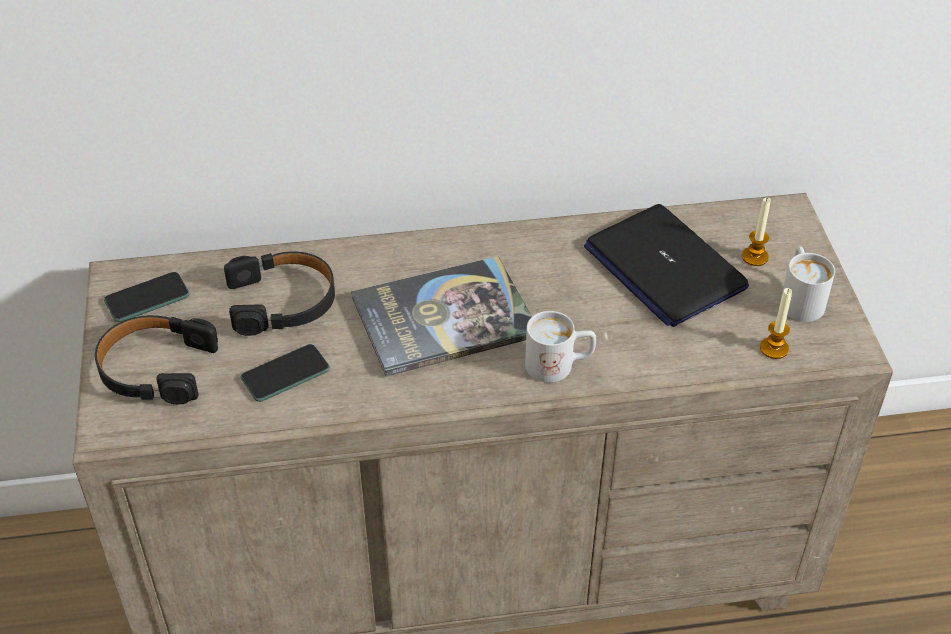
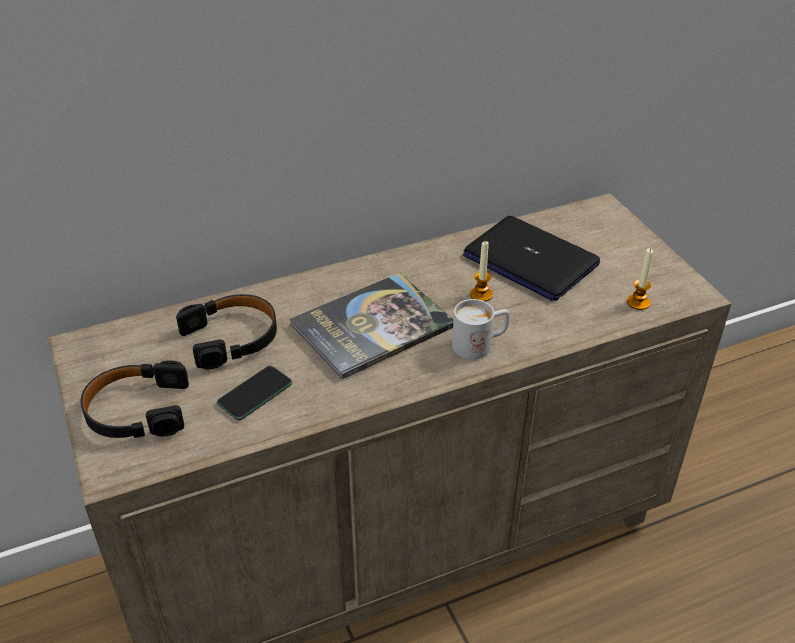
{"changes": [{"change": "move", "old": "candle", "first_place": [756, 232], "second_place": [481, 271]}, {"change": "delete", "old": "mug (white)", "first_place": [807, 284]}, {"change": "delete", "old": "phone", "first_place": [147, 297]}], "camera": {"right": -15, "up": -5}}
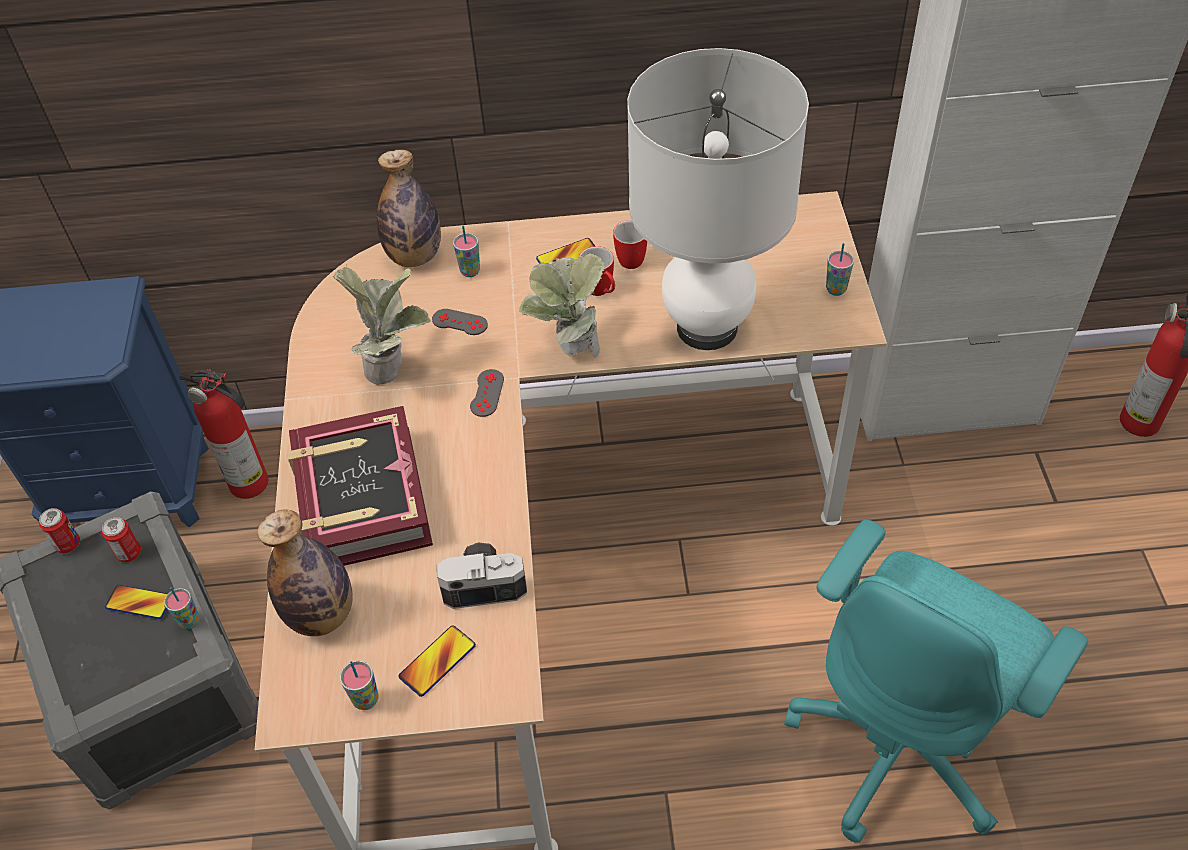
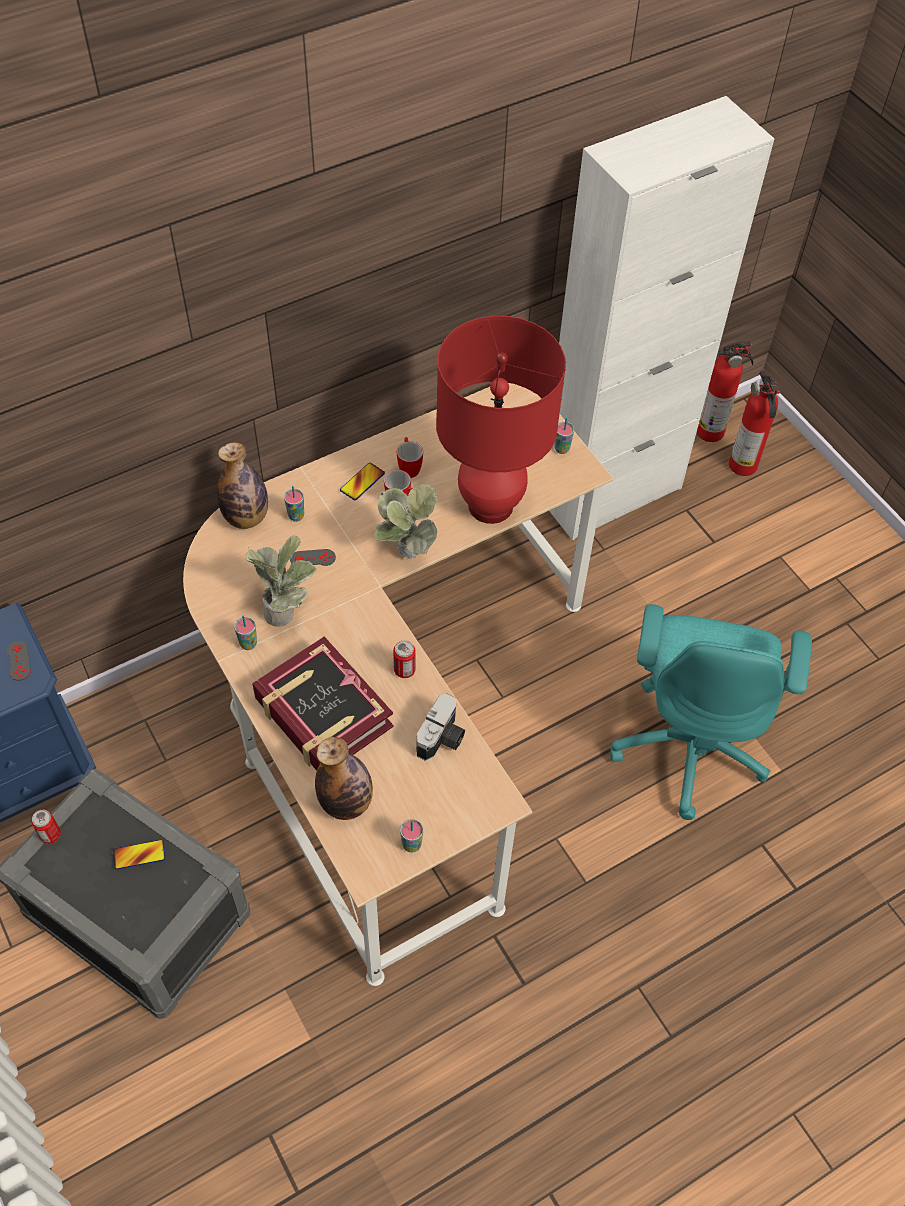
{"changes": [{"change": "recolor", "old": "table lamp (white)", "new": "table lamp (red)", "first_place": [718, 199], "second_place": [501, 420]}, {"change": "move", "old": "fire extinguisher", "first_place": [223, 434], "second_place": [725, 391]}, {"change": "move", "old": "game controller (grey)", "first_place": [487, 393], "second_place": [19, 661]}, {"change": "move", "old": "can", "first_place": [121, 539], "second_place": [404, 659]}, {"change": "rotate", "old": "photo camera", "first_place": [482, 576], "second_place": [440, 727], "degrees": 150}, {"change": "move", "old": "cup", "first_place": [182, 608], "second_place": [245, 633]}, {"change": "delete", "old": "phone", "first_place": [437, 661]}], "camera": {"right": -30, "up": 5}}
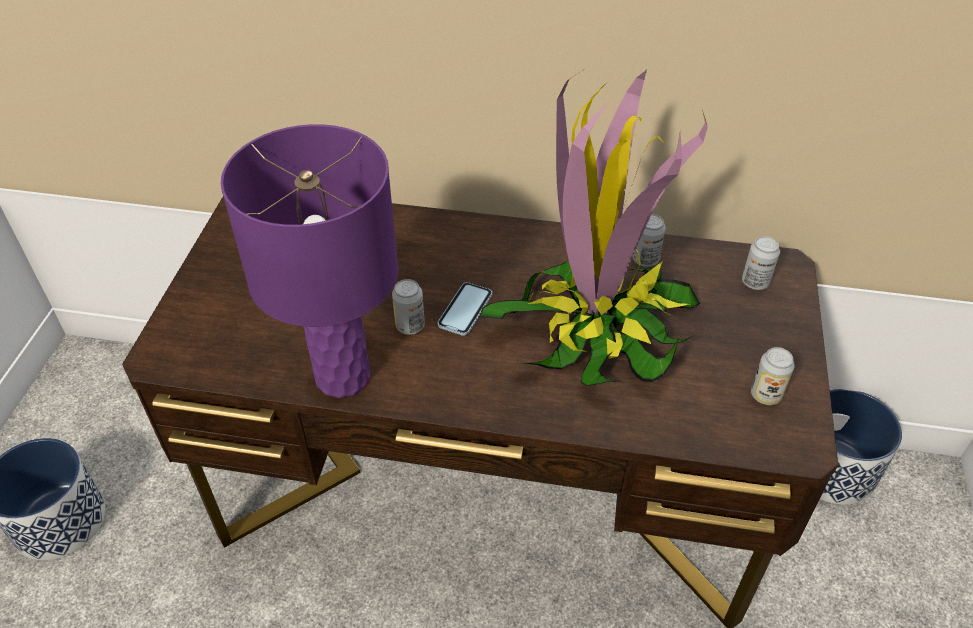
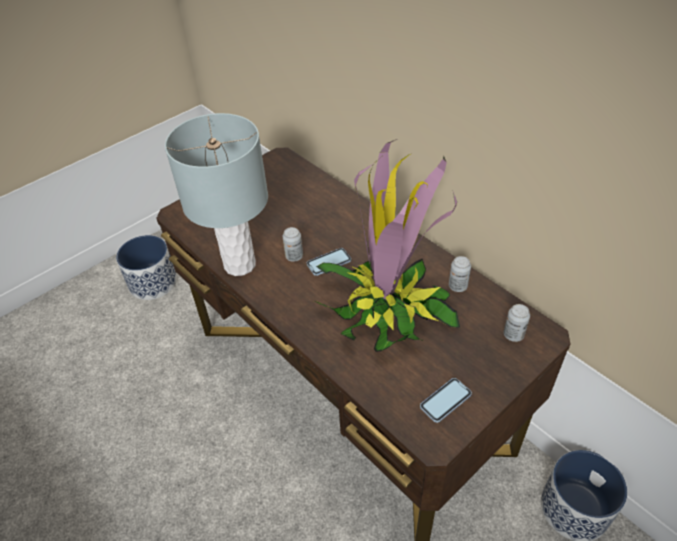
{"changes": [{"change": "recolor", "old": "table lamp (purple)", "new": "table lamp (grey)", "first_place": [310, 261], "second_place": [216, 194]}, {"change": "replace", "old": "can", "new": "phone", "first_place": [773, 376], "second_place": [446, 400]}], "camera": {"right": 40, "up": 0}}
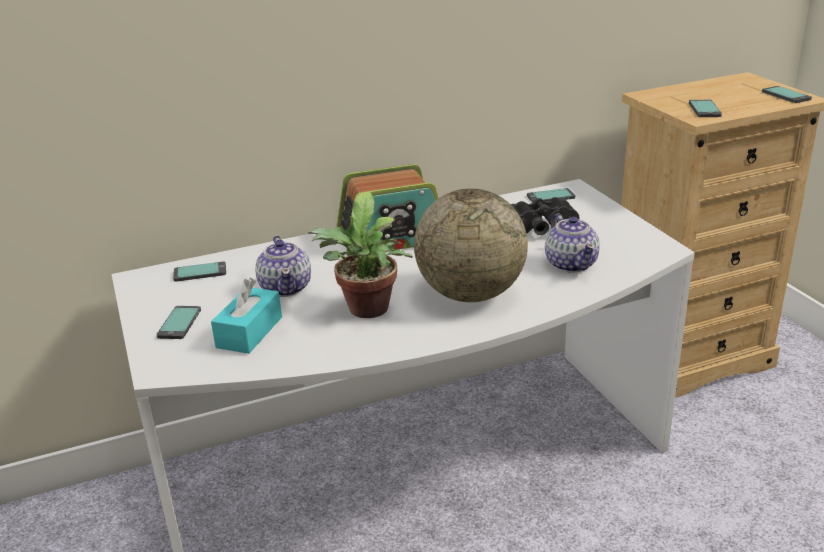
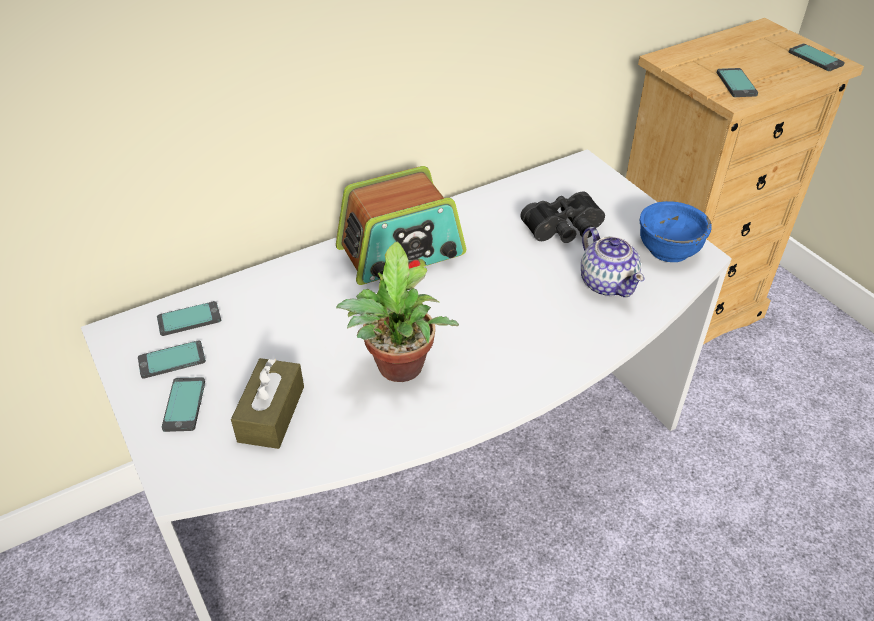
{"changes": [{"change": "delete", "old": "globe", "first_place": [471, 245]}, {"change": "move", "old": "phone", "first_place": [551, 195], "second_place": [172, 359]}, {"change": "delete", "old": "teapot", "first_place": [283, 266]}, {"change": "recolor", "old": "tissue box (turquoise)", "new": "tissue box (brown)", "first_place": [246, 316], "second_place": [267, 403]}, {"change": "insert", "new": "bowl (blue)", "second_place": [676, 231]}], "camera": {"right": -10, "up": 15}}
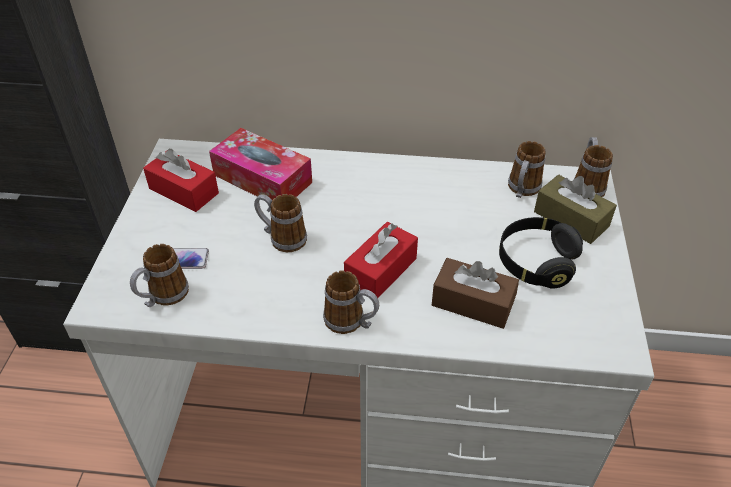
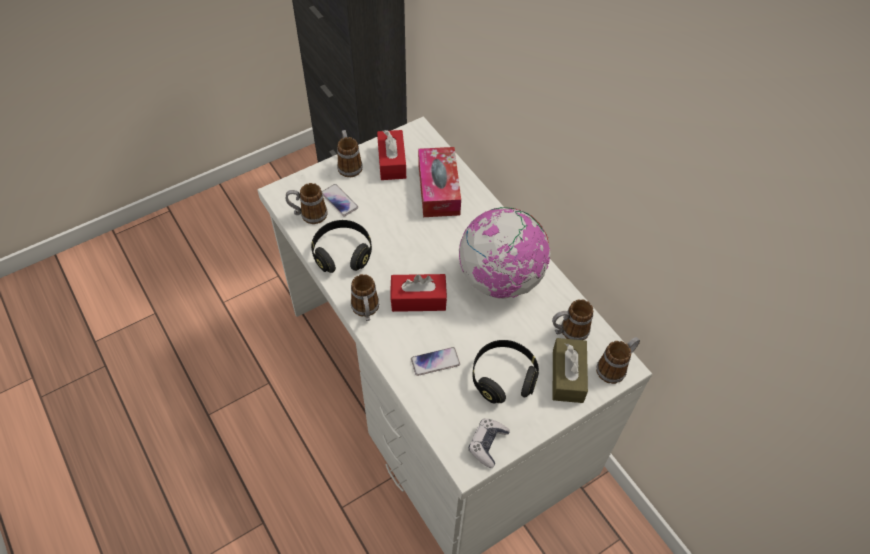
{"changes": [{"change": "move", "old": "mug", "first_place": [280, 223], "second_place": [350, 153]}, {"change": "replace", "old": "tissue box (brown)", "new": "phone", "first_place": [475, 293], "second_place": [435, 361]}, {"change": "insert", "new": "globe", "second_place": [505, 253]}, {"change": "insert", "new": "headphones (black)", "second_place": [341, 246]}, {"change": "insert", "new": "game controller", "second_place": [489, 443]}], "camera": {"right": 50, "up": 10}}
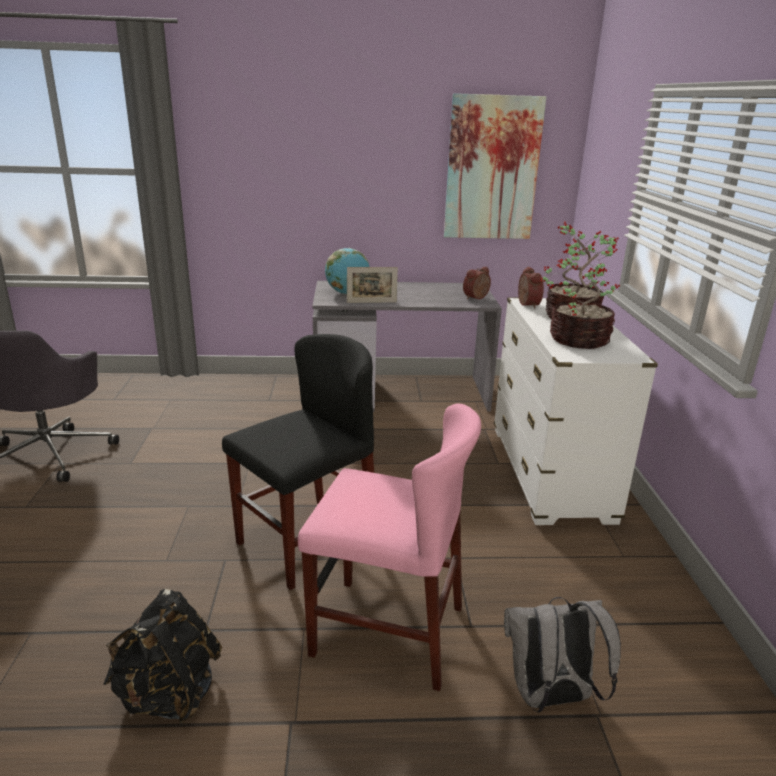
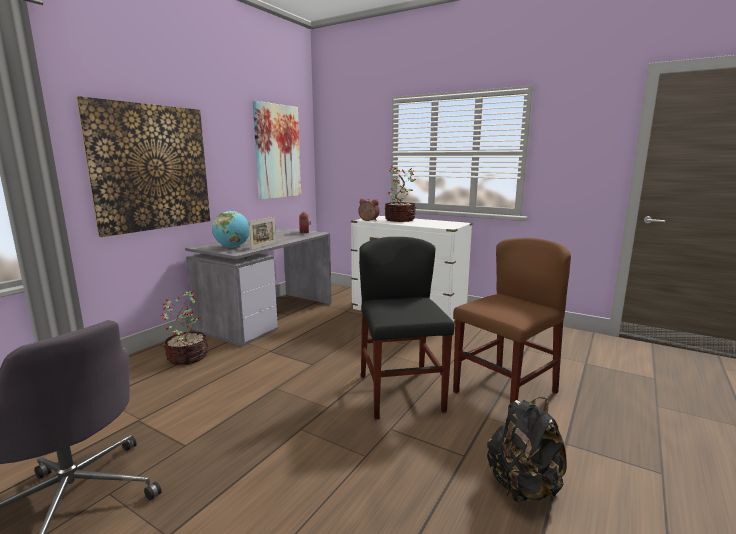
{"changes": [{"change": "move", "old": "potted plant", "first_place": [585, 293], "second_place": [184, 328]}, {"change": "recolor", "old": "chair (pink)", "new": "chair (brown)", "first_place": [389, 547], "second_place": [512, 320]}, {"change": "delete", "old": "backpack (grey)", "first_place": [562, 654]}, {"change": "insert", "new": "picture", "second_place": [143, 166]}], "camera": {"right": -55, "up": -10}}
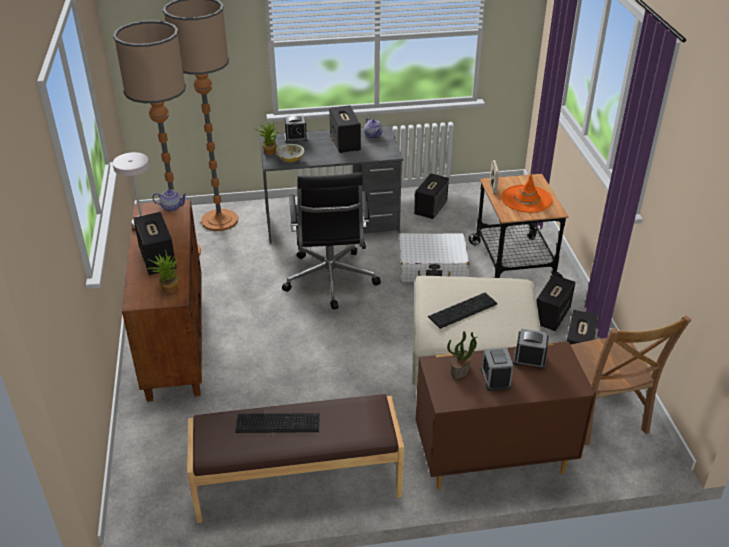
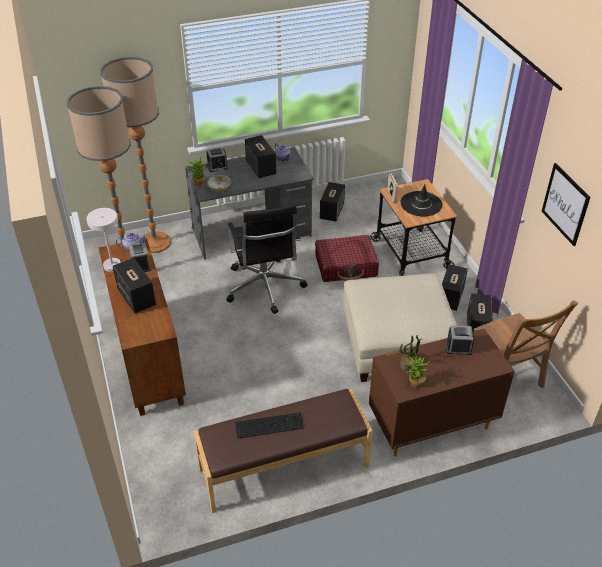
{"changes": [{"change": "recolor", "old": "hat (orange)", "new": "hat (black)", "first_place": [527, 193], "second_place": [421, 200]}, {"change": "recolor", "old": "suitcase (white)", "new": "suitcase (red)", "first_place": [433, 257], "second_place": [347, 258]}, {"change": "move", "old": "potted plant", "first_place": [163, 271], "second_place": [416, 370]}, {"change": "delete", "old": "keyboard", "first_place": [462, 311]}, {"change": "move", "old": "alarm clock", "first_place": [497, 369], "second_place": [140, 257]}, {"change": "insert", "new": "picture", "second_place": [566, 204]}], "camera": {"right": -10, "up": 5}}
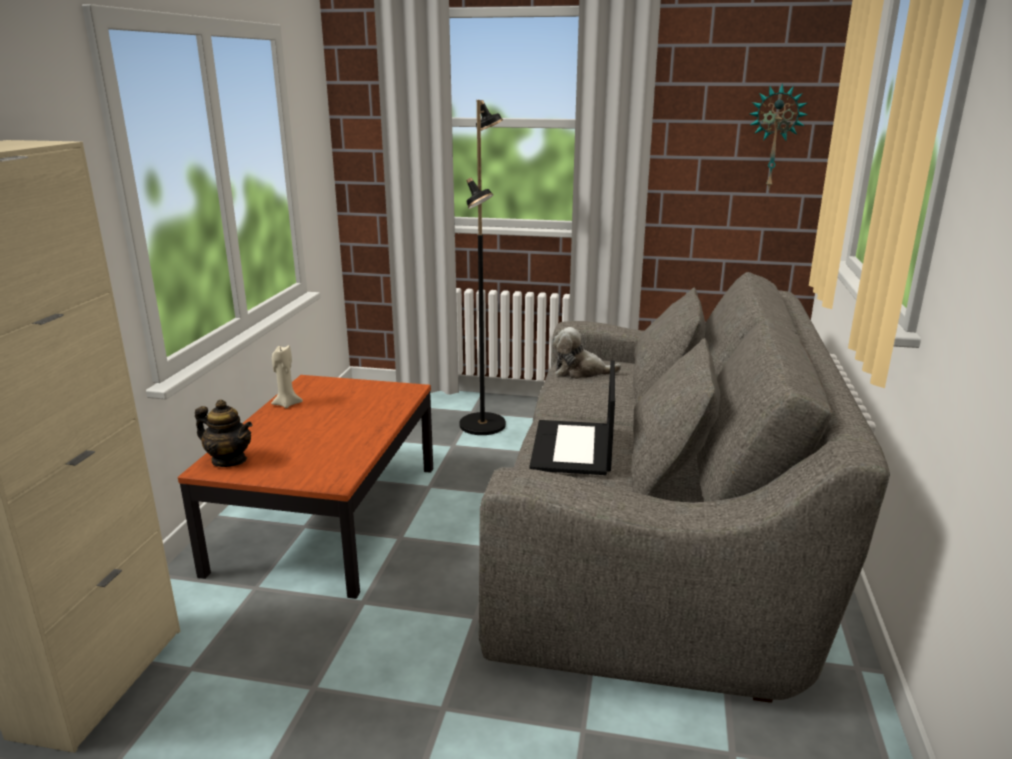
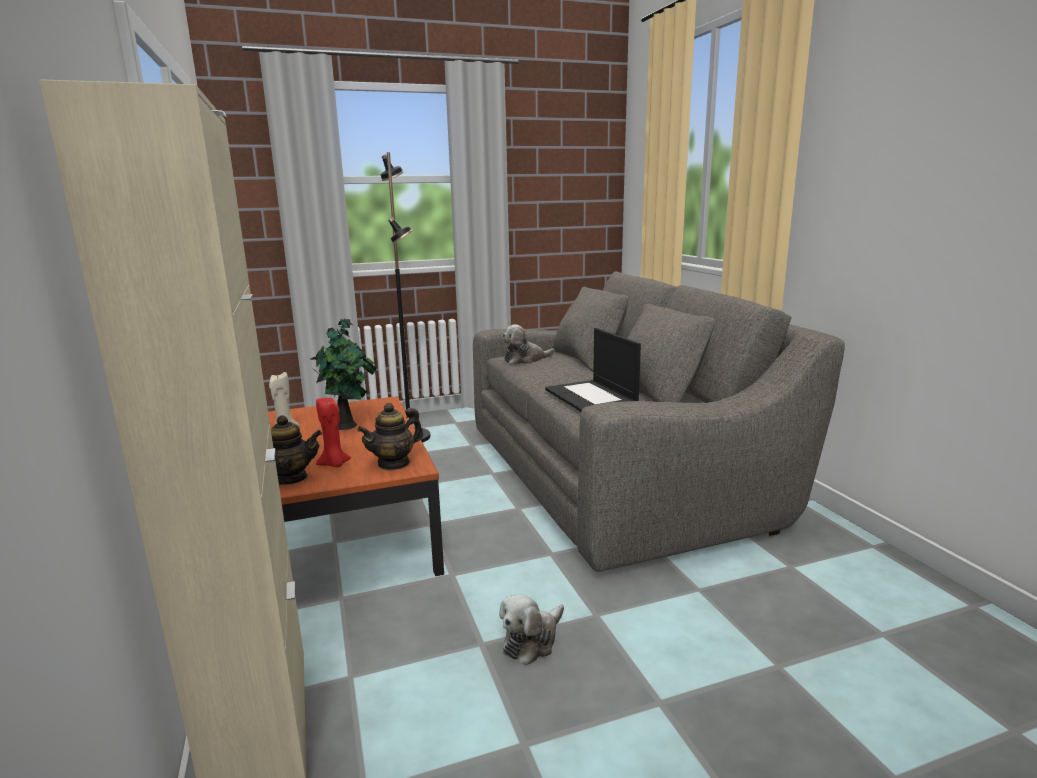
{"changes": [{"change": "delete", "old": "wall clock", "first_place": [779, 136]}, {"change": "insert", "new": "potted plant", "second_place": [344, 374]}, {"change": "insert", "new": "candle (red)", "second_place": [333, 432]}, {"change": "insert", "new": "teapot", "second_place": [390, 437]}, {"change": "insert", "new": "plush toy", "second_place": [531, 629]}], "camera": {"right": -30, "up": -5}}
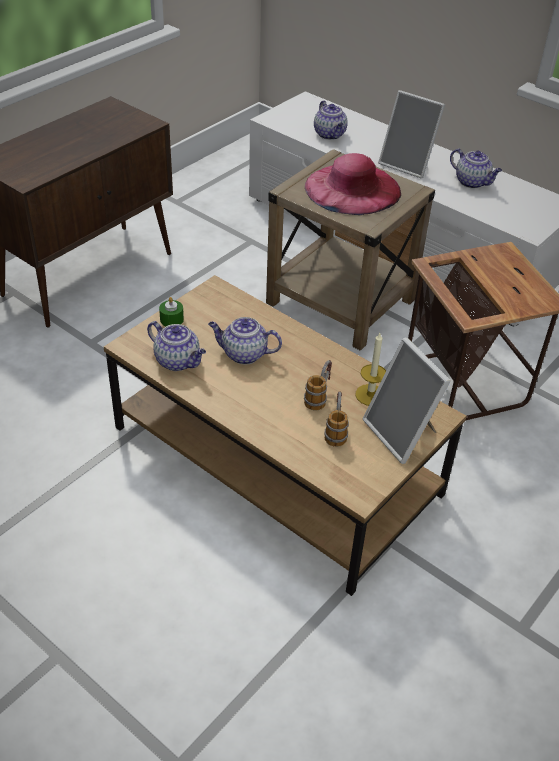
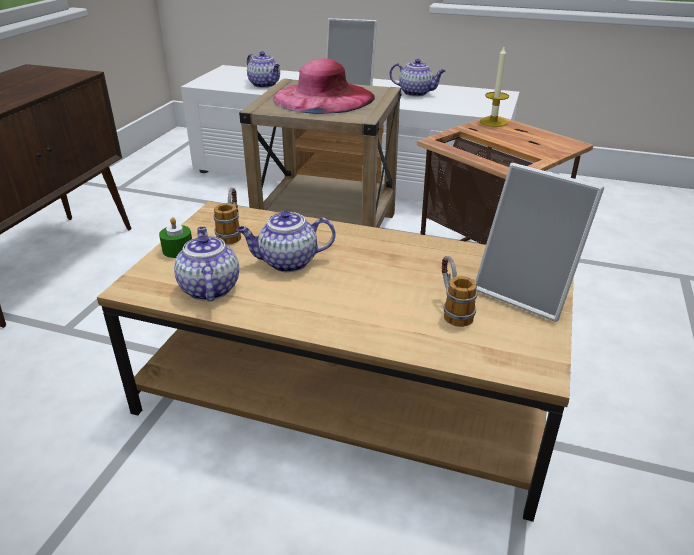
{"changes": [{"change": "rotate", "old": "teapot", "first_place": [176, 346], "second_place": [206, 264], "degrees": -120}, {"change": "move", "old": "candle", "first_place": [370, 369], "second_place": [494, 87]}, {"change": "move", "old": "mug", "first_place": [318, 385], "second_place": [227, 216]}], "camera": {"right": -20, "up": -10}}
